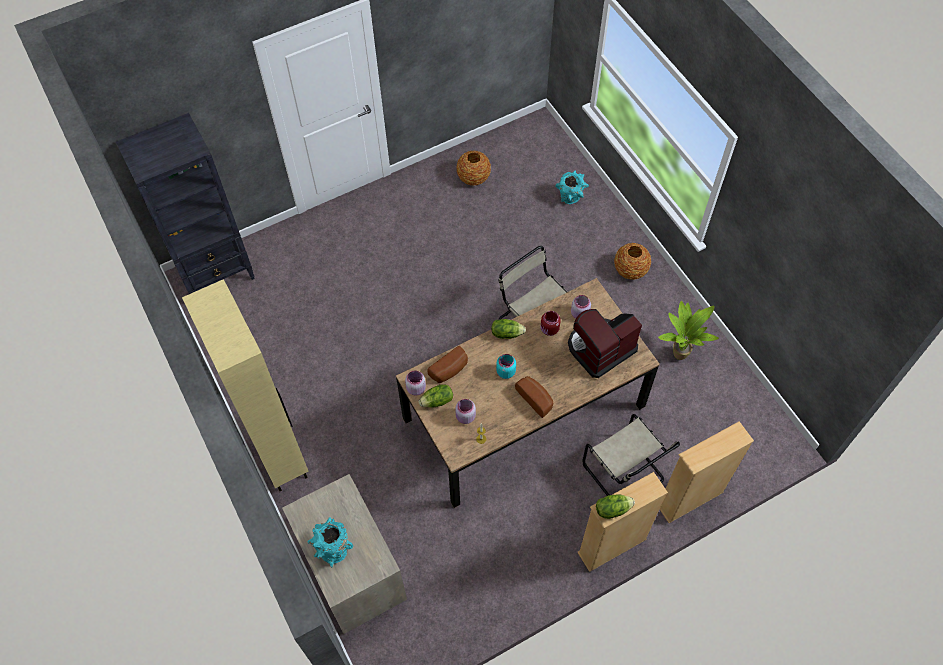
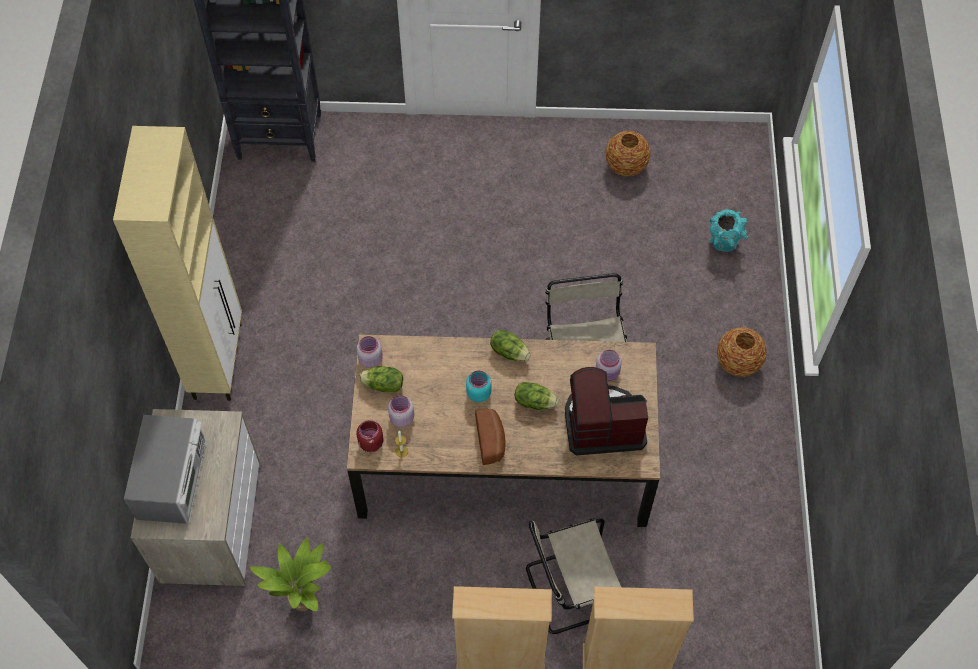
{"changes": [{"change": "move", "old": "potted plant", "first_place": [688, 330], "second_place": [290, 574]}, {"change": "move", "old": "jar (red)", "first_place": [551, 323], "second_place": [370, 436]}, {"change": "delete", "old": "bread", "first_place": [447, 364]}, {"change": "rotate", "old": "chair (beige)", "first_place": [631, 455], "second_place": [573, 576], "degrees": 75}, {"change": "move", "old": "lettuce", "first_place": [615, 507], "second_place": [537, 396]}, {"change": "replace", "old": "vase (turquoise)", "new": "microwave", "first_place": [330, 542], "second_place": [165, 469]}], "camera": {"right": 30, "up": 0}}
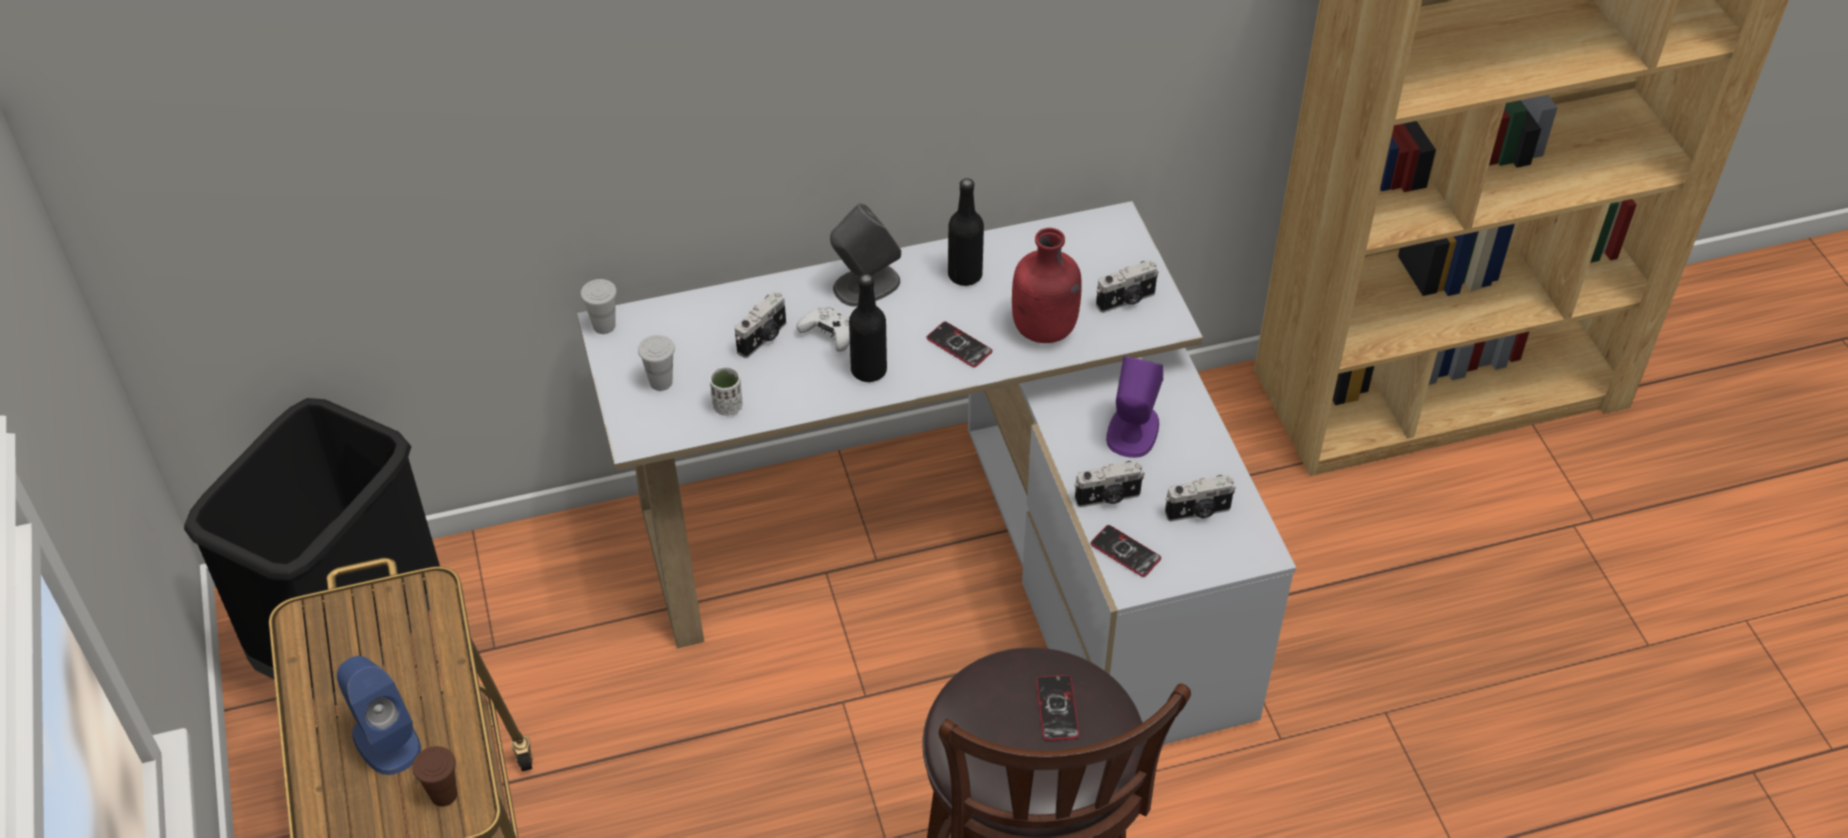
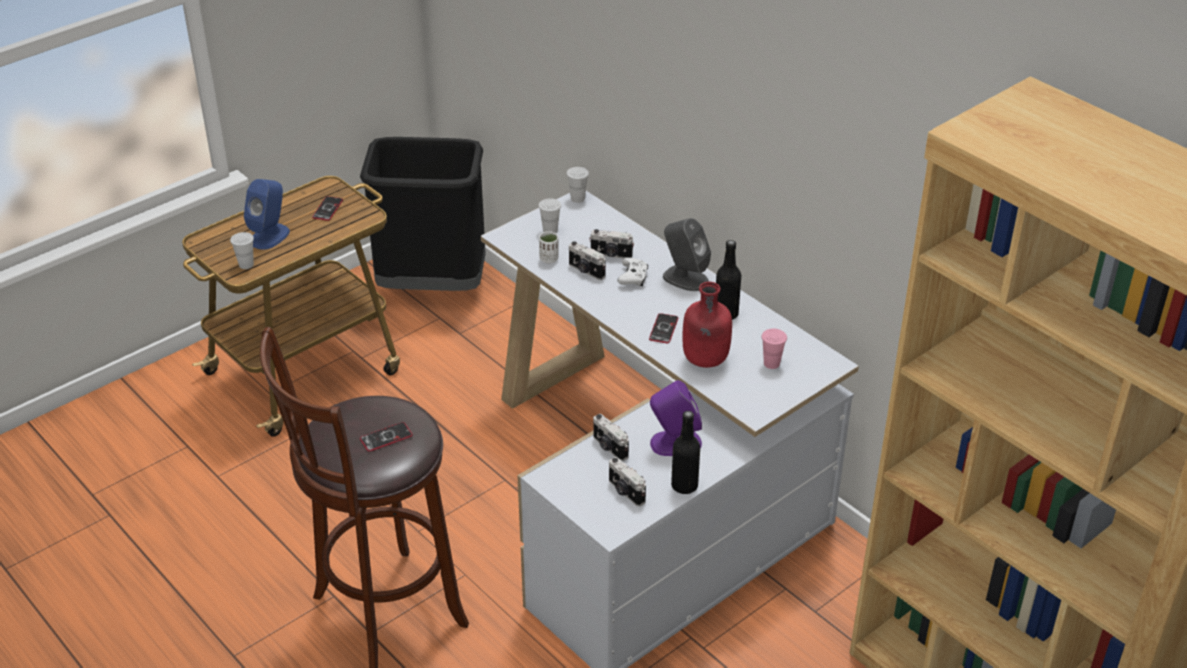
{"changes": [{"change": "move", "old": "photo camera", "first_place": [1127, 286], "second_place": [587, 260]}, {"change": "move", "old": "bottle (black)", "first_place": [868, 328], "second_place": [685, 452]}, {"change": "move", "old": "phone", "first_place": [1125, 551], "second_place": [327, 208]}, {"change": "recolor", "old": "cup (brown)", "new": "cup (white)", "first_place": [434, 776], "second_place": [242, 250]}, {"change": "insert", "new": "cup (pink)", "second_place": [774, 349]}], "camera": {"right": 65, "up": -10}}
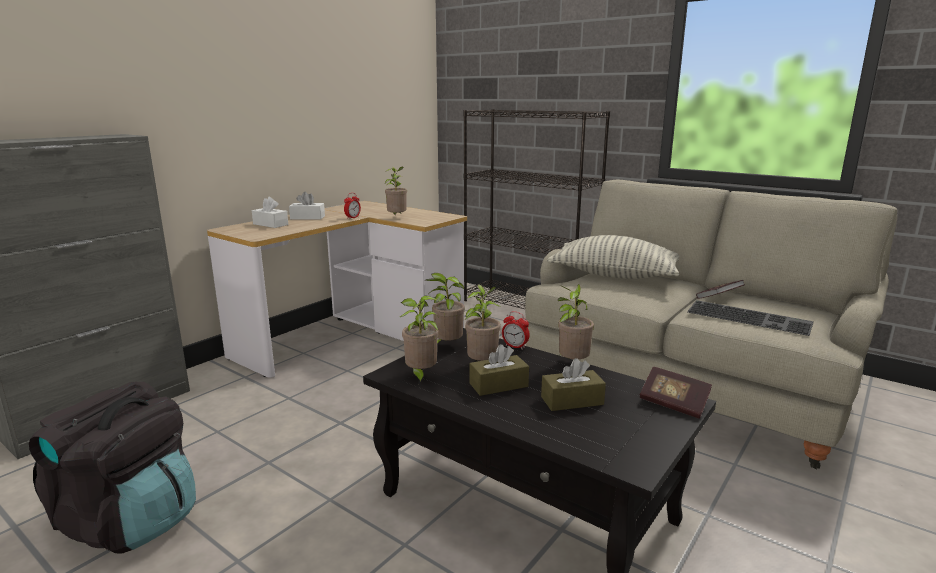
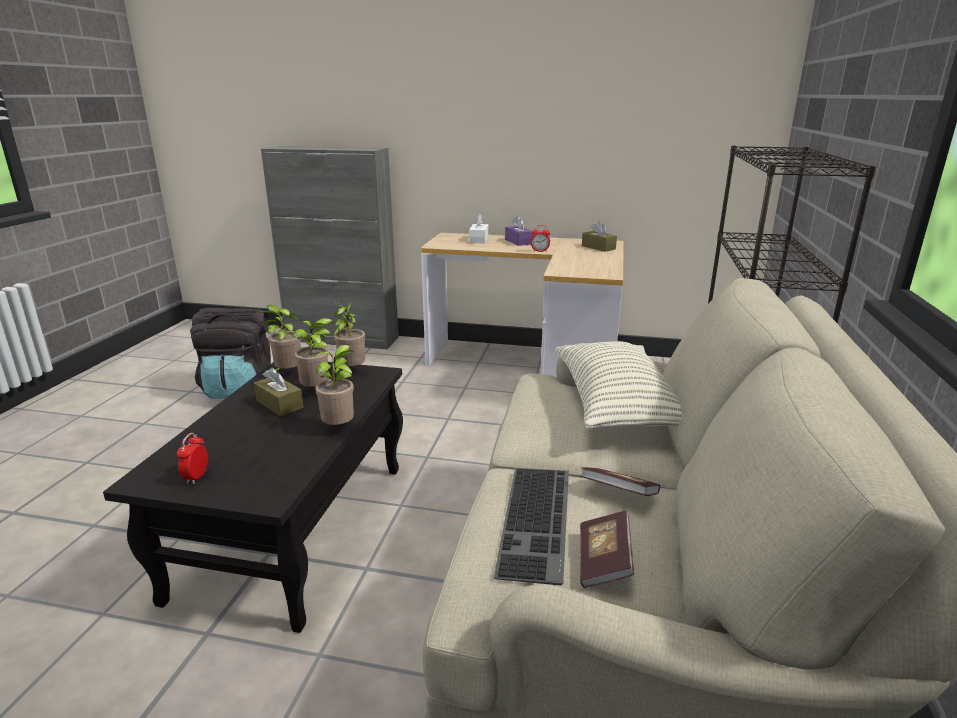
{"changes": [{"change": "delete", "old": "potted plant", "first_place": [396, 191]}, {"change": "recolor", "old": "tissue box (white)", "new": "tissue box (purple)", "first_place": [307, 206], "second_place": [519, 231]}, {"change": "move", "old": "alarm clock", "first_place": [516, 330], "second_place": [192, 458]}, {"change": "move", "old": "tissue box (brown)", "first_place": [573, 384], "second_place": [599, 236]}, {"change": "move", "old": "book", "first_place": [676, 392], "second_place": [607, 549]}], "camera": {"right": 65, "up": 5}}
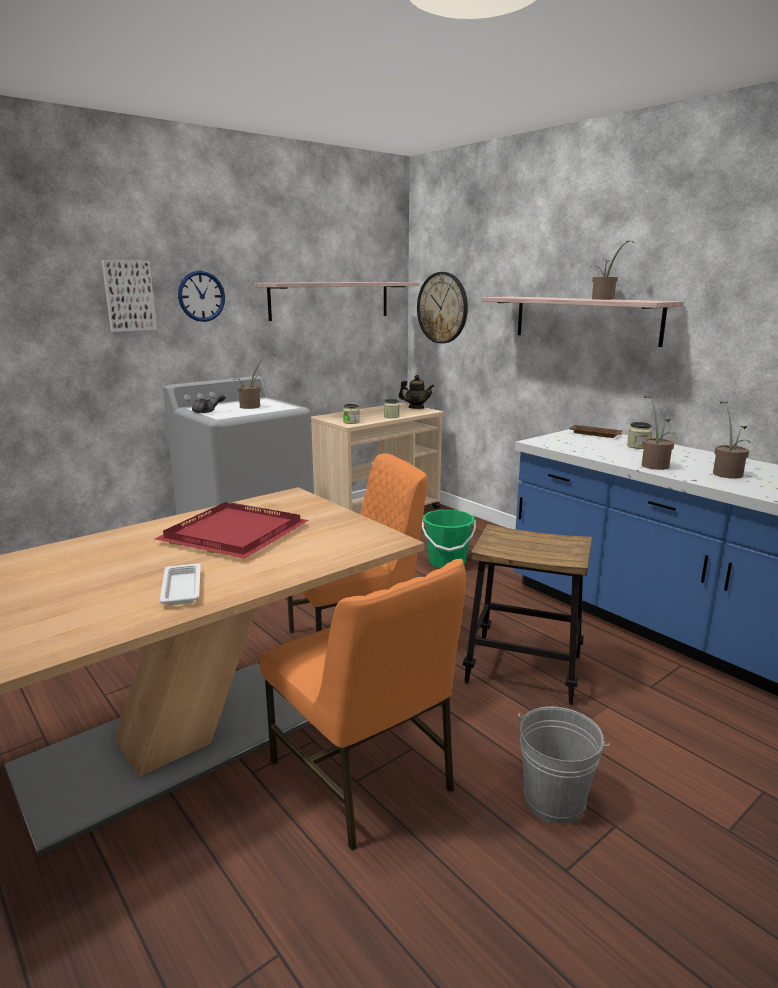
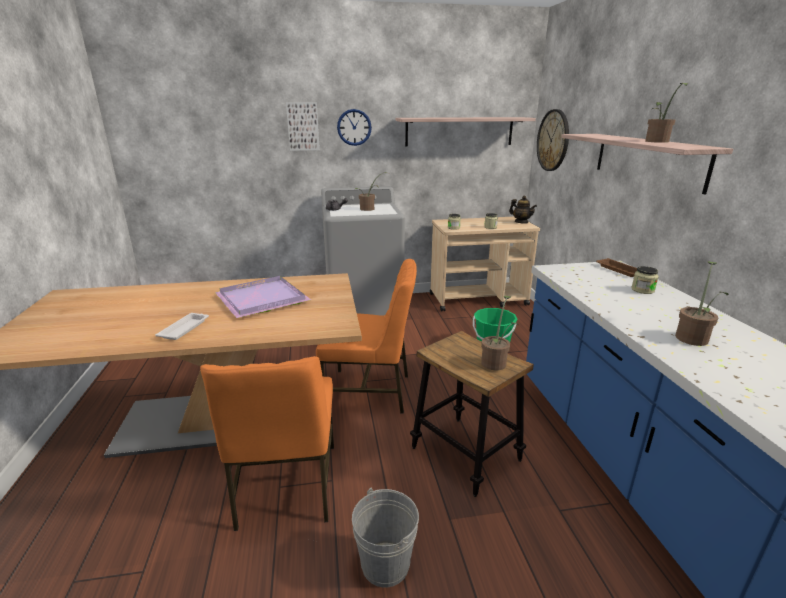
{"changes": [{"change": "move", "old": "potted plant", "first_place": [659, 433], "second_place": [499, 333]}, {"change": "recolor", "old": "tray (red)", "new": "tray (purple)", "first_place": [232, 530], "second_place": [263, 297]}], "camera": {"right": 30, "up": 5}}
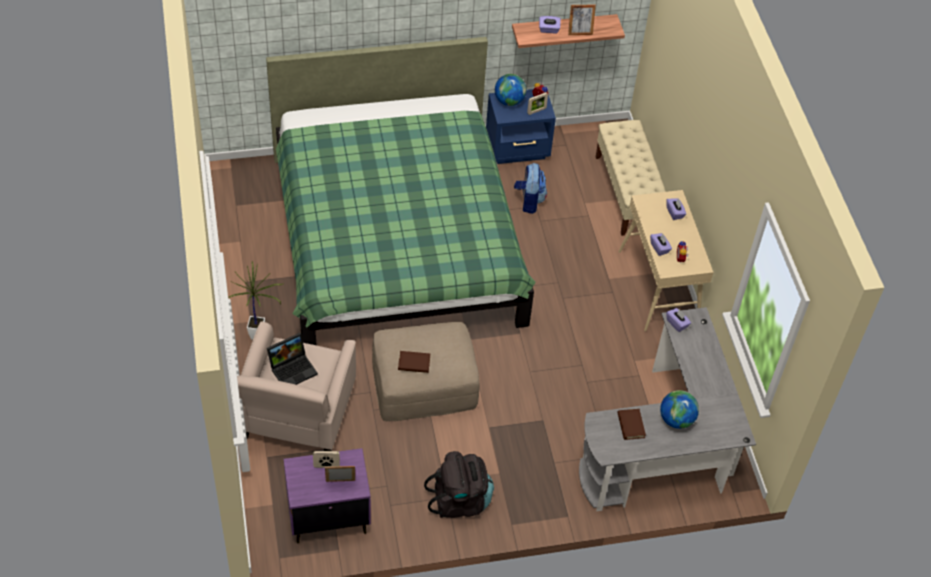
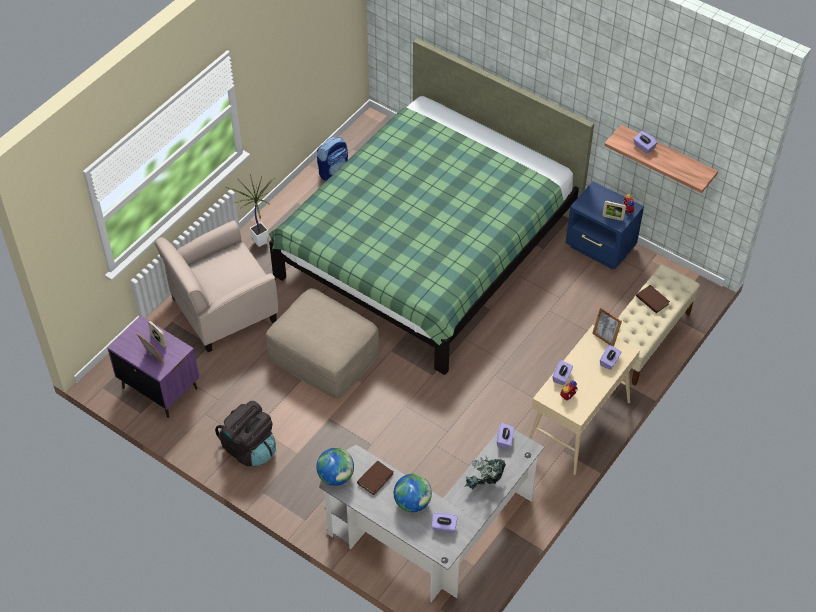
{"changes": [{"change": "move", "old": "picture frame", "first_place": [582, 19], "second_place": [607, 327]}, {"change": "move", "old": "globe", "first_place": [511, 90], "second_place": [335, 467]}, {"change": "move", "old": "backpack", "first_place": [530, 188], "second_place": [332, 159]}, {"change": "delete", "old": "laptop", "first_place": [292, 359]}, {"change": "move", "old": "book (brown)", "first_place": [414, 362], "second_place": [653, 299]}, {"change": "insert", "new": "potted plant", "second_place": [485, 472]}, {"change": "insert", "new": "tissue box (purple)", "second_place": [444, 522]}], "camera": {"right": 50, "up": 0}}
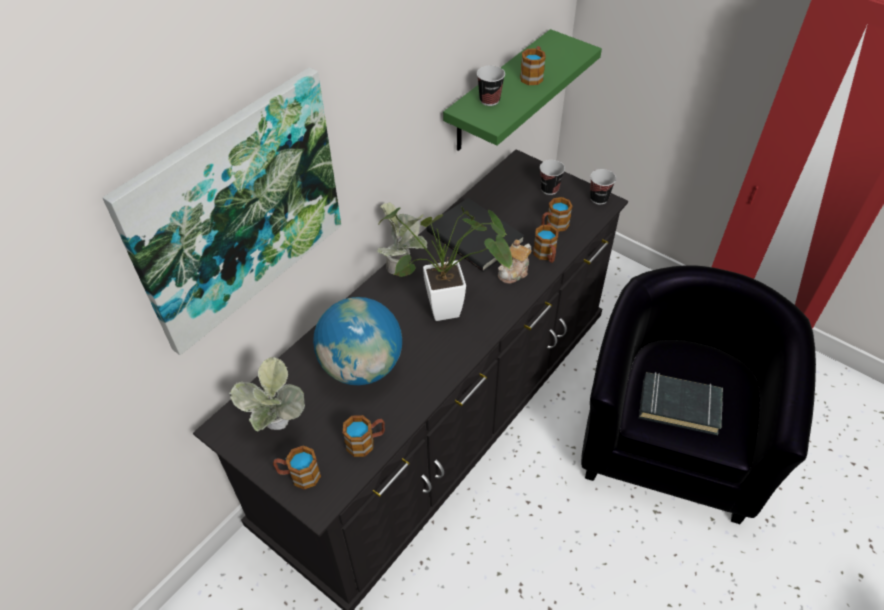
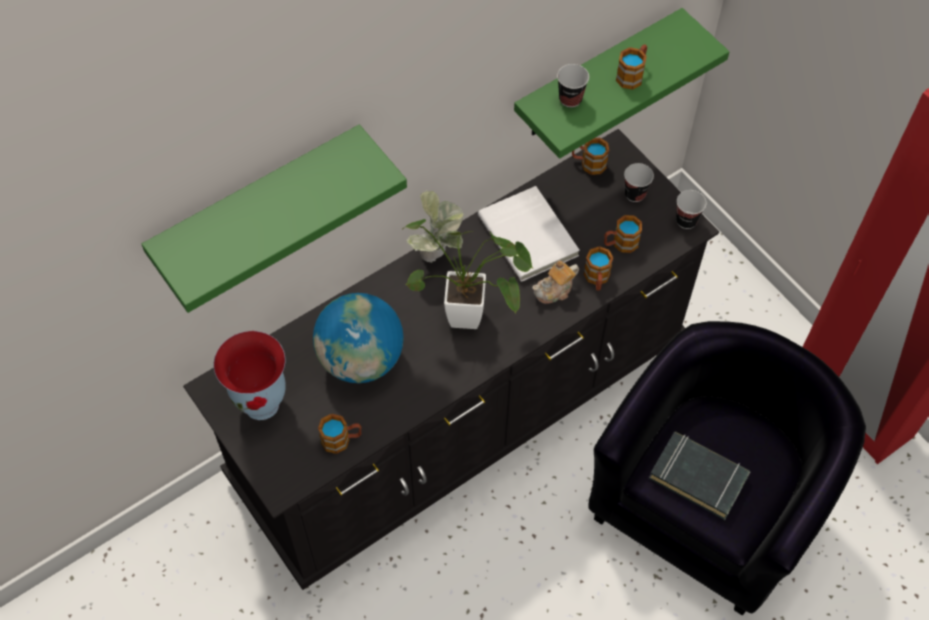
{"changes": [{"change": "replace", "old": "picture", "new": "shelf (green)", "first_place": [222, 211], "second_place": [274, 218]}, {"change": "recolor", "old": "book (black)", "new": "book (white)", "first_place": [475, 235], "second_place": [529, 234]}, {"change": "replace", "old": "potted plant", "new": "vase", "first_place": [267, 394], "second_place": [249, 375]}, {"change": "move", "old": "mug", "first_place": [297, 467], "second_place": [590, 156]}], "camera": {"right": 15, "up": 10}}
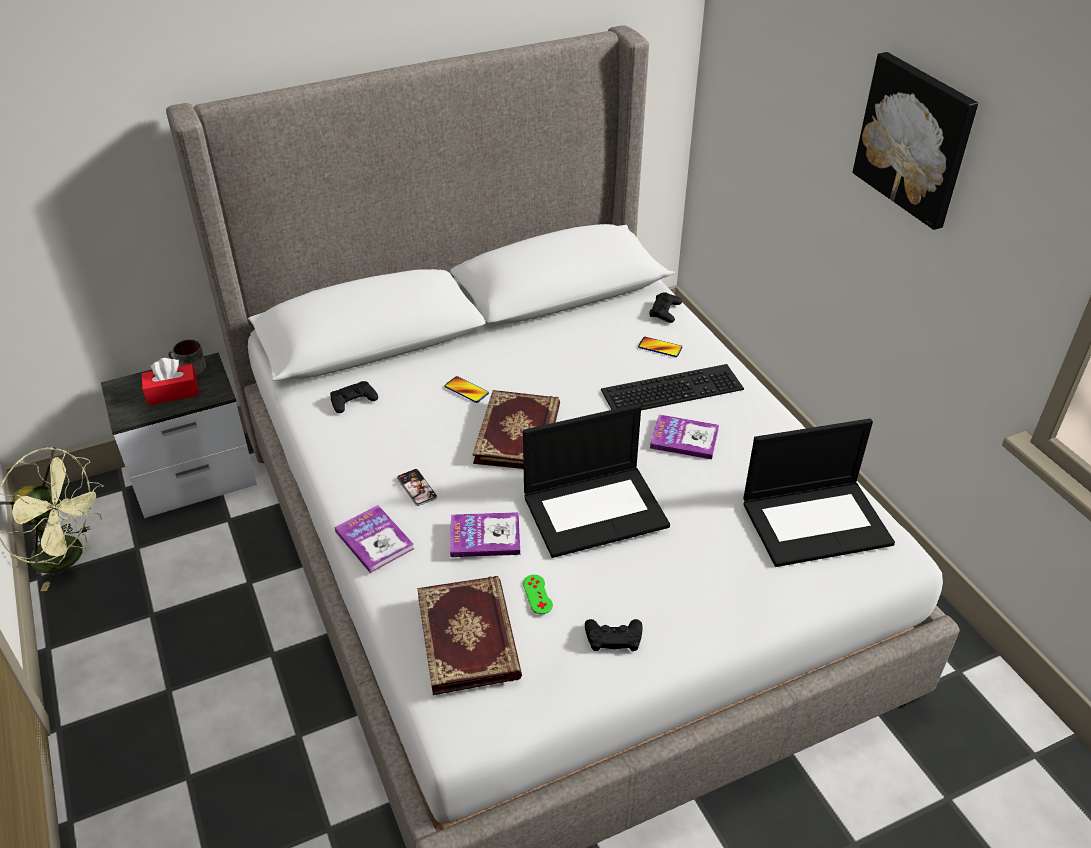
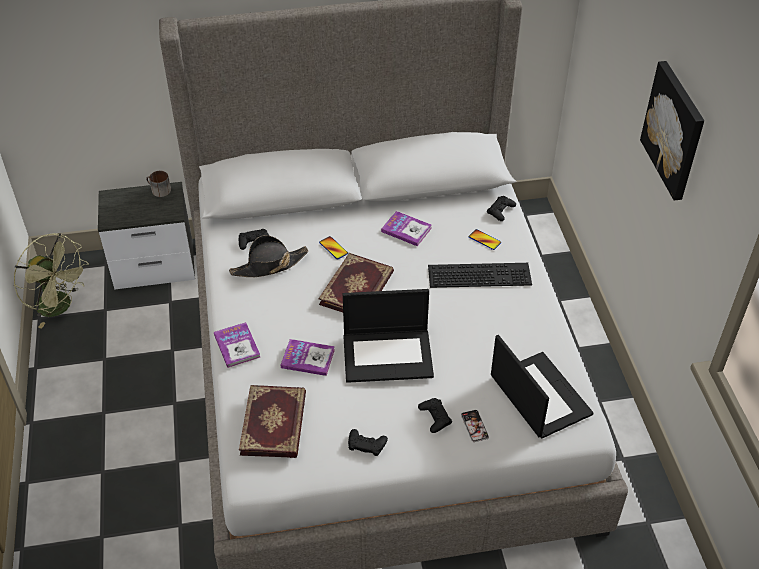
{"changes": [{"change": "delete", "old": "tissue box (red)", "first_place": [170, 381]}, {"change": "move", "old": "book", "first_place": [684, 436], "second_place": [406, 228]}, {"change": "rotate", "old": "laptop", "first_place": [819, 493], "second_place": [542, 386], "degrees": -120}, {"change": "move", "old": "phone", "first_place": [417, 487], "second_place": [475, 426]}, {"change": "delete", "old": "game controller (green)", "first_place": [538, 594]}, {"change": "insert", "new": "hat (black)", "second_place": [268, 256]}, {"change": "insert", "new": "game controller (black)", "second_place": [435, 415]}], "camera": {"right": 15, "up": 5}}
